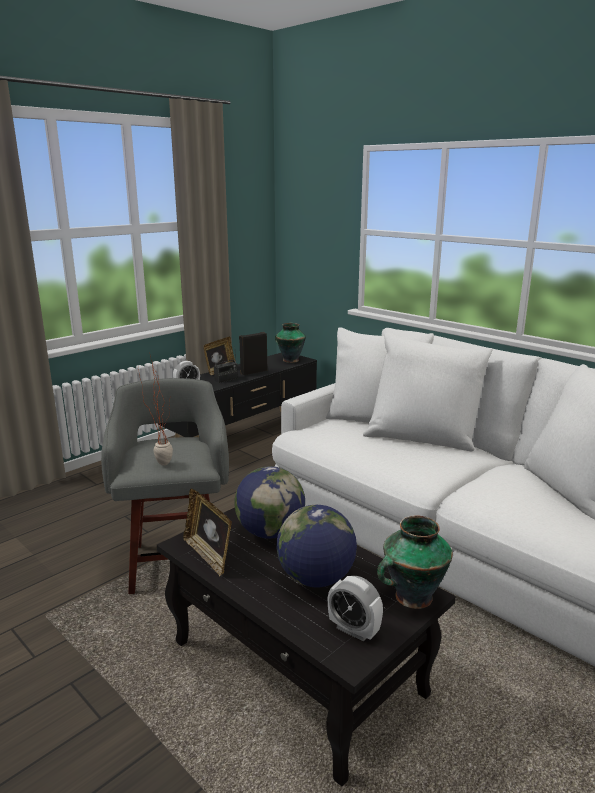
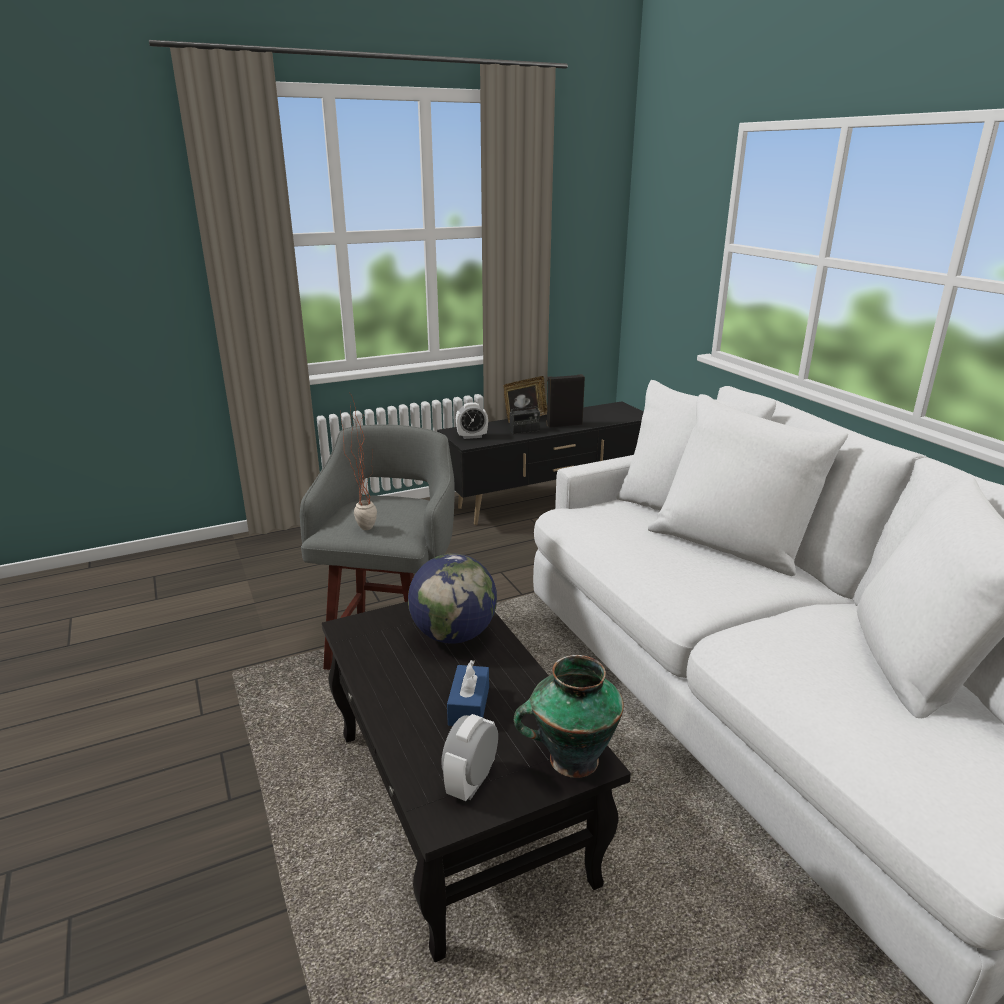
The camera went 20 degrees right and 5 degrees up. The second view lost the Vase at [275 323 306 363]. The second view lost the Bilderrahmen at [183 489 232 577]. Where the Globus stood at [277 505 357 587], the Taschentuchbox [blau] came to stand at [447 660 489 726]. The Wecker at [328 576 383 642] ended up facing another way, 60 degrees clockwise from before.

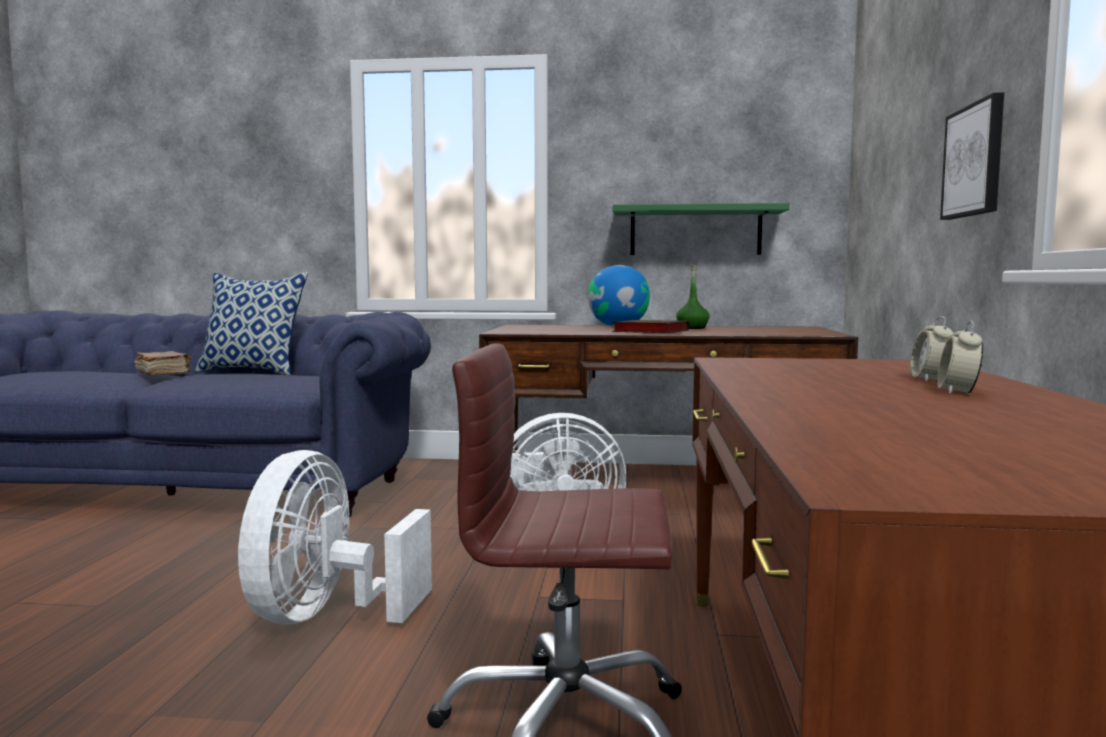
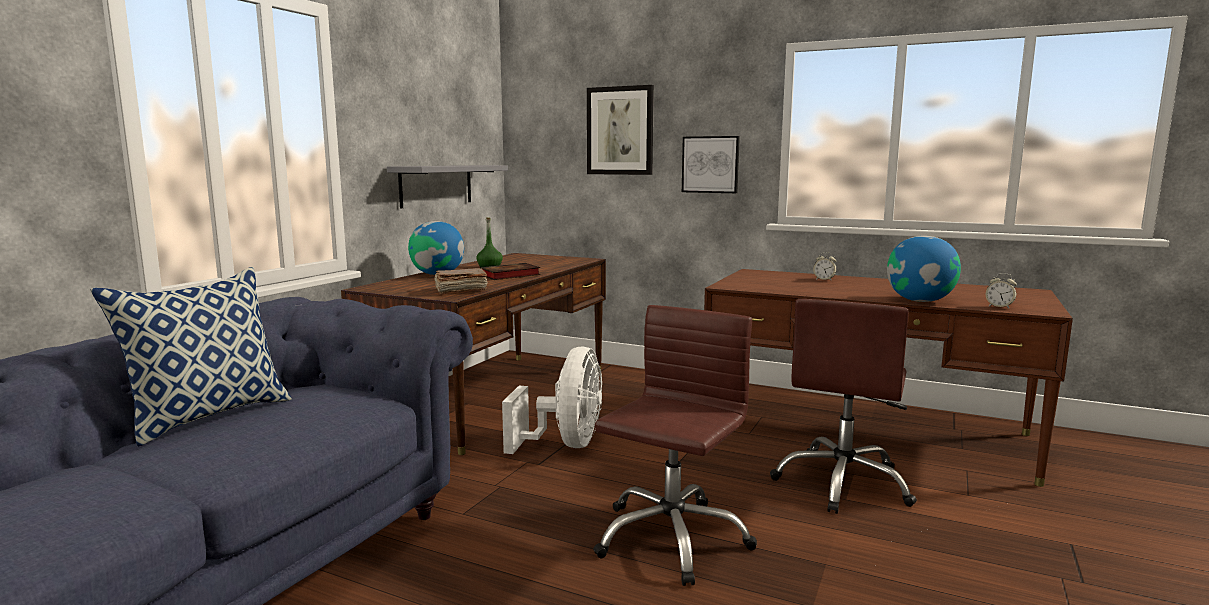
The camera went 70 degrees left and 5 degrees up. What was the Wandregal [grün] at [613 203 790 255] turned into the Wandregal [grau] at [387 165 508 209]. The Wecker ended up elsewhere, having gone from [937 321 983 394] to [986 273 1017 308]. The Buch [braun] ended up elsewhere, having gone from [134 351 192 375] to [434 268 488 294]. Where the Ventilator [weiß] stood at [238 450 432 624], the Bürostuhl [braun] came to stand at [593 305 757 586]. The second view gained the Bild at [587 85 654 175]. The second view gained the Globus at [887 236 961 302].

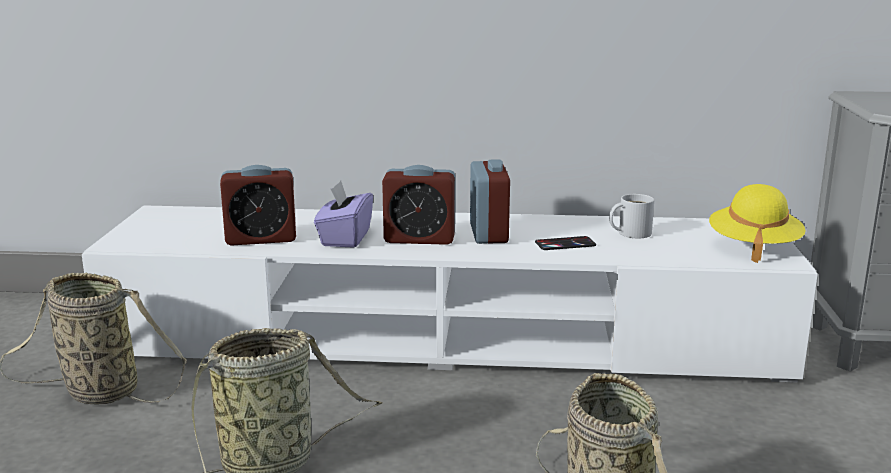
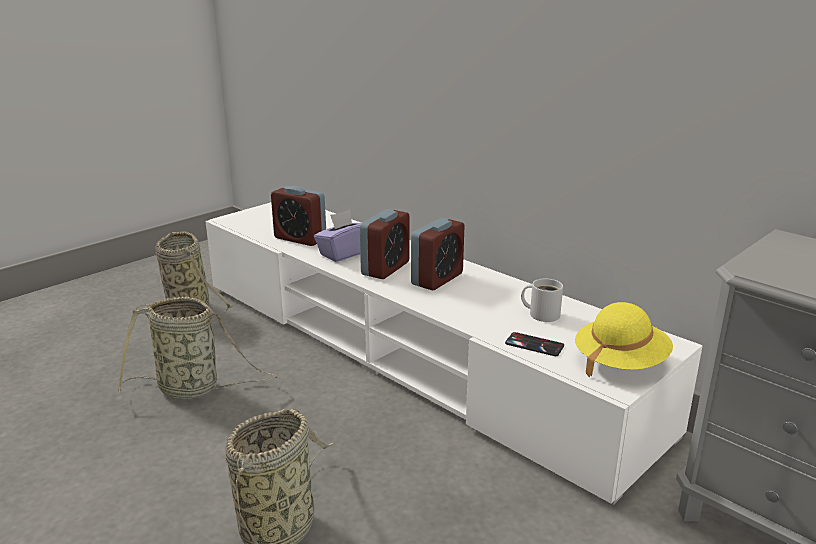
The camera went 40 degrees right and 5 degrees up. The Wecker at [382 165 455 245] ended up facing another way, 105 degrees counterclockwise from before. The Handy ended up elsewhere, having gone from [535 236 596 250] to [505 332 564 356].

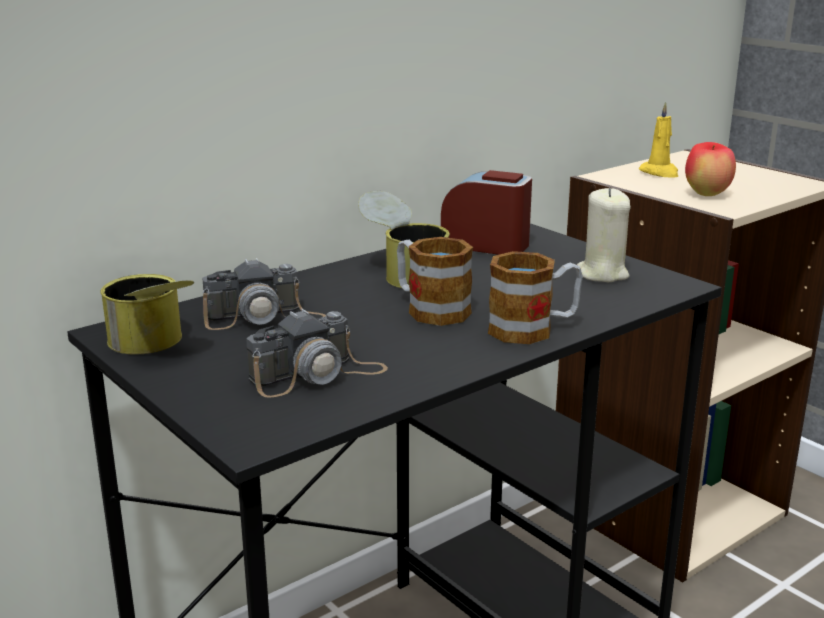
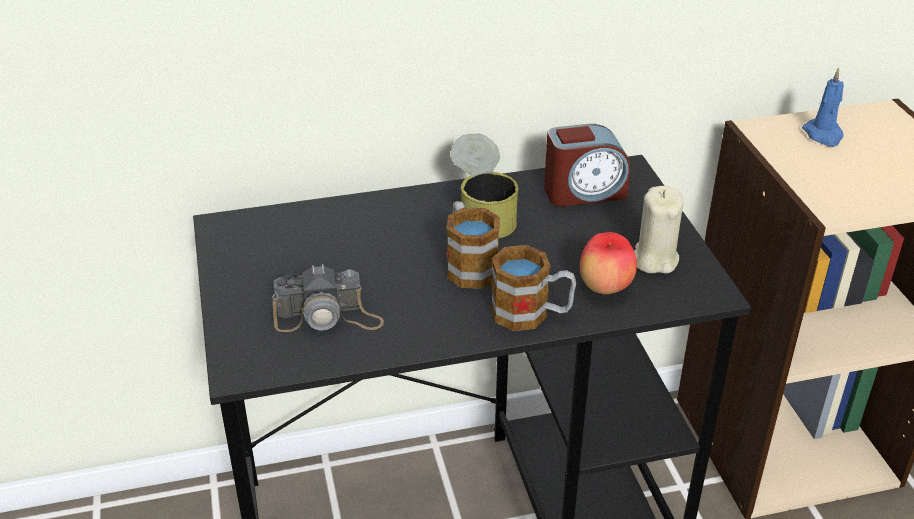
The camera went 25 degrees right and 15 degrees up. What was the Kerze [gelb] at [638 102 678 178] turned into the Kerze [blau] at [802 67 844 147]. The Apfel ended up elsewhere, having gone from [685 142 736 196] to [580 232 637 294]. The Wecker at [441 170 532 255] ended up facing another way, 120 degrees clockwise from before. The second view lost the Kamera at [202 258 326 330]. The second view lost the Dose at [100 274 194 354].

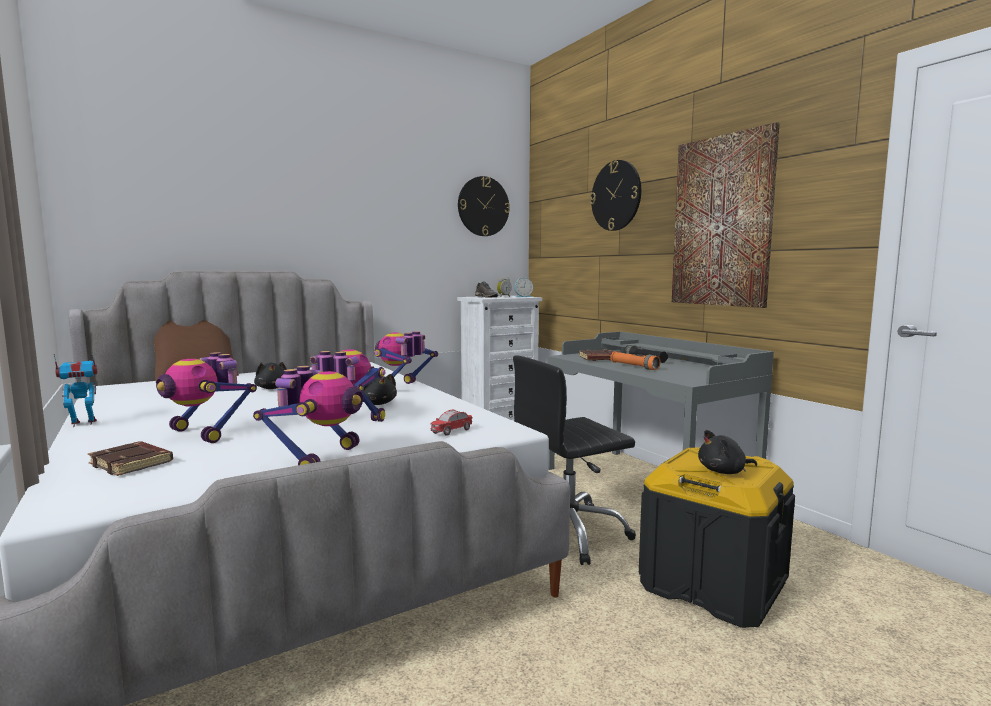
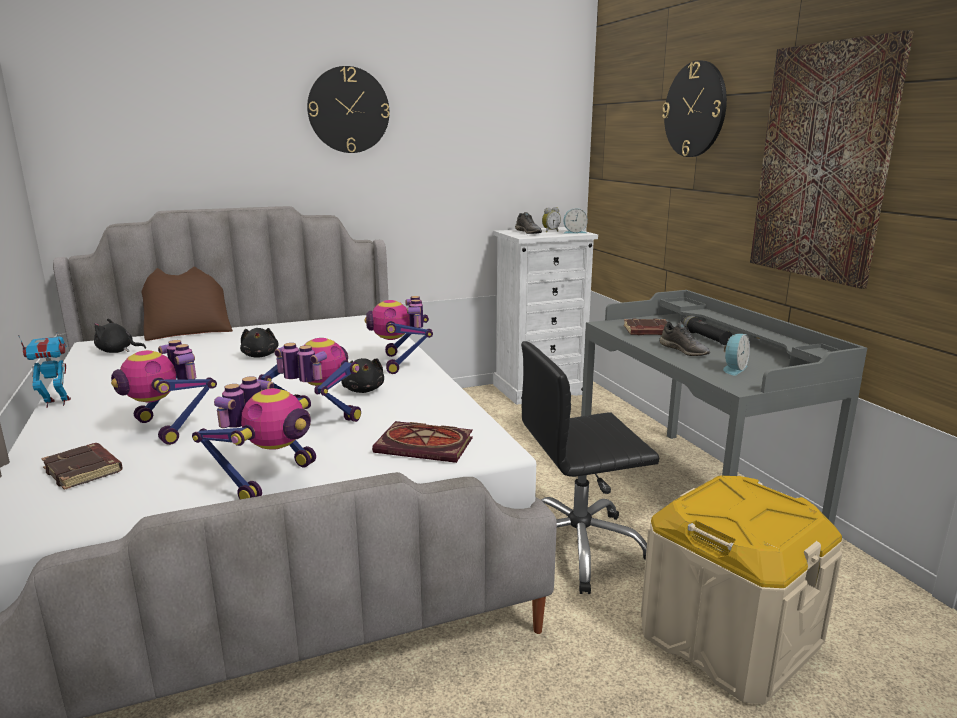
The camera went 10 degrees right and 10 degrees up. The Wanduhr ended up elsewhere, having gone from [458 176 510 236] to [307 66 390 153]. The Spielzeugroboter at [374 331 438 384] ended up facing another way, 45 degrees counterclockwise from before. Where the Taschenlampe [orange] stood at [610 351 661 370], the Schuh [grau] came to stand at [659 322 710 356]. Where the Spielzeugauto stood at [430 410 473 436], the Buch came to stand at [372 421 473 463]. The Plüschtier [schwarz] ended up elsewhere, having gone from [698 430 757 474] to [94 319 146 353]. What was the Aufbewahrungsbox [schwarz] at [639 447 795 628] turned into the Aufbewahrungsbox [beige] at [641 475 842 704]. The second view gained the Wecker at [723 334 750 375].

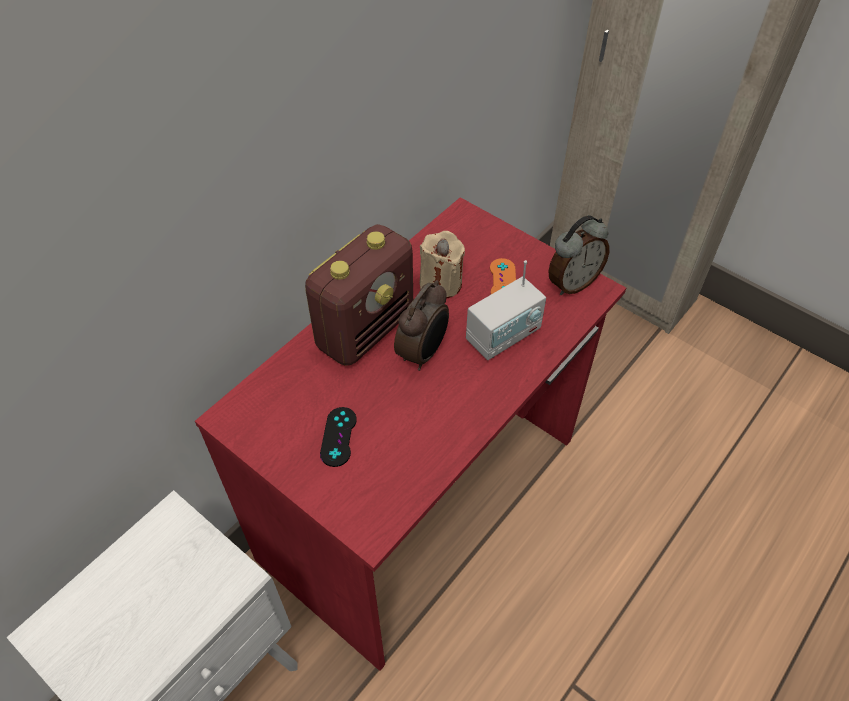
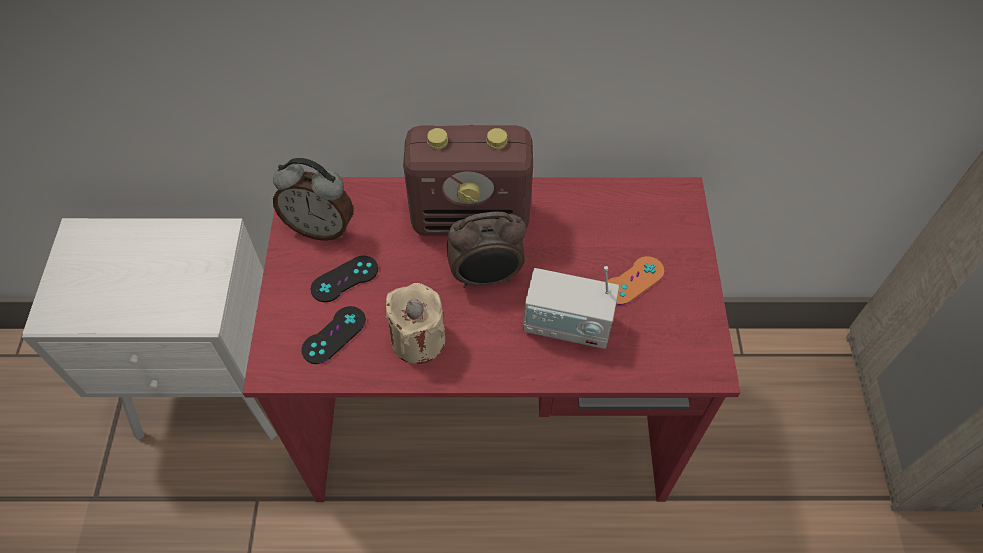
The camera went 50 degrees right and 5 degrees up. The Wecker ended up elsewhere, having gone from [548 215 609 296] to [273 158 353 241]. The Kerze [beige] ended up elsewhere, having gone from [419 231 465 299] to [386 283 445 364]. The second view gained the Gamepad [schwarz] at [301 306 366 364].

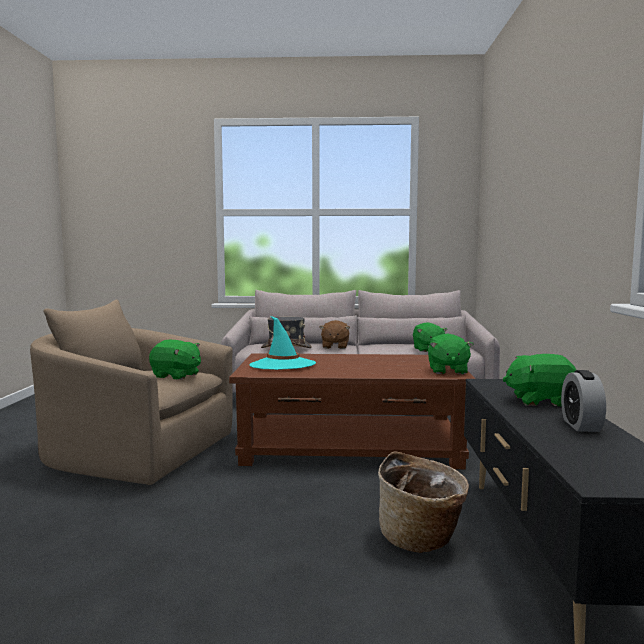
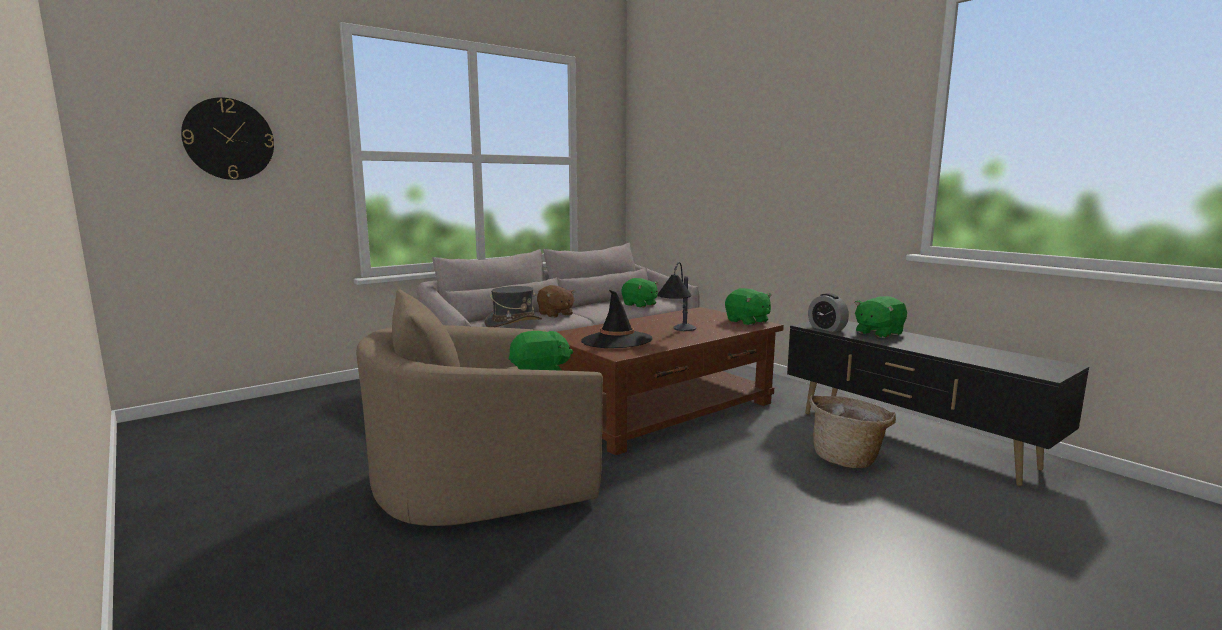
The camera went 40 degrees left and 5 degrees up. What was the Hut [türkis] at [249 316 316 370] turned into the Hut [schwarz] at [581 290 653 348]. The Wecker ended up elsewhere, having gone from [561 370 606 432] to [808 293 849 332]. The second view gained the Wanduhr at [181 97 274 180]. The second view gained the Tischlampe at [657 262 696 331].

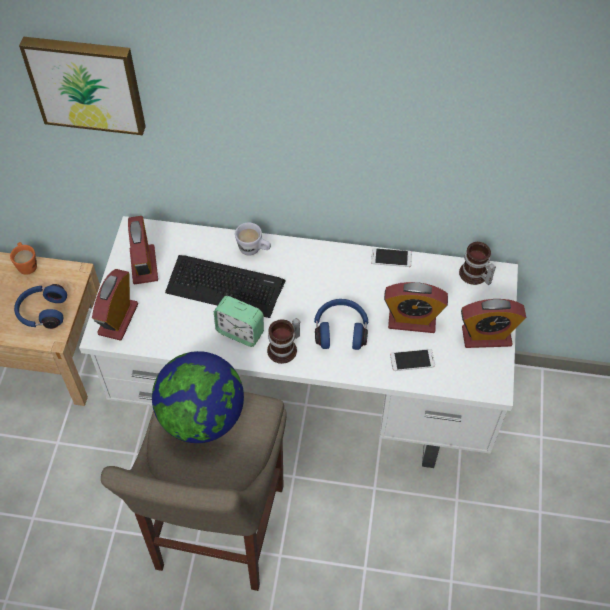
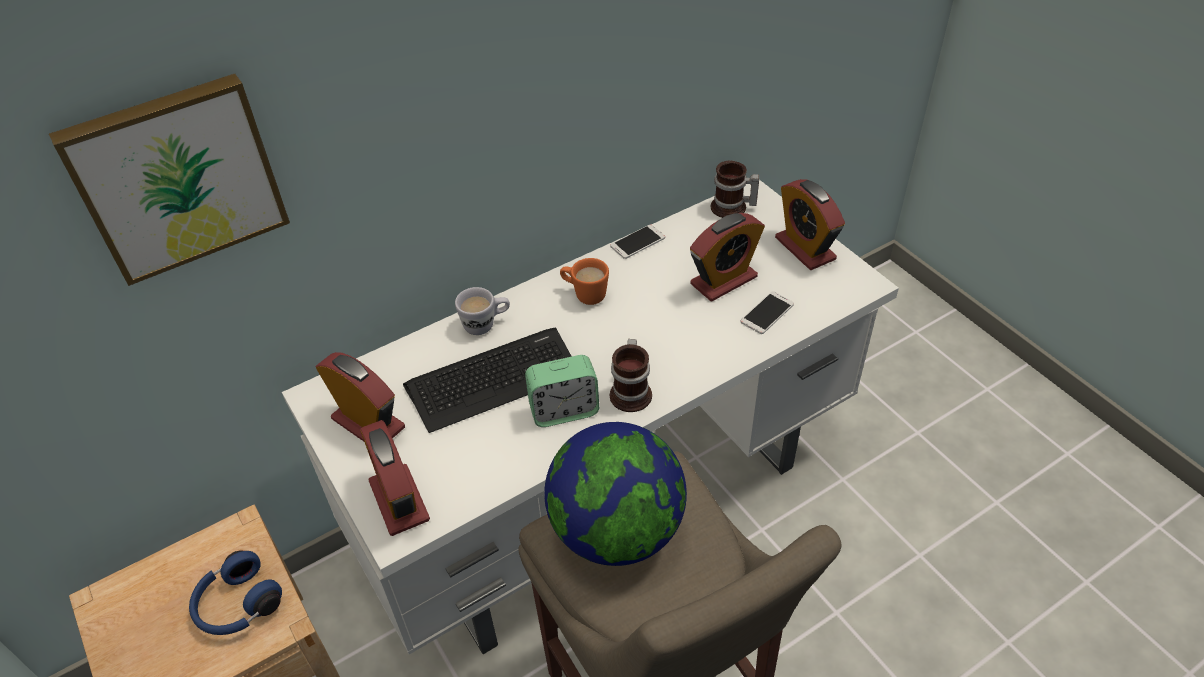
The camera went 40 degrees left and 10 degrees down. The Henkelbecher [orange] ended up elsewhere, having gone from [10 242 37 275] to [560 258 609 305]. The second view lost the Kopfhörer [blau] at [314 299 369 350]. The Wecker at [461 299 526 348] ended up facing another way, 105 degrees clockwise from before.

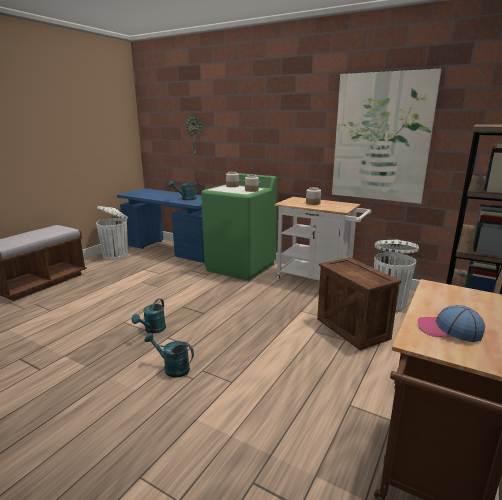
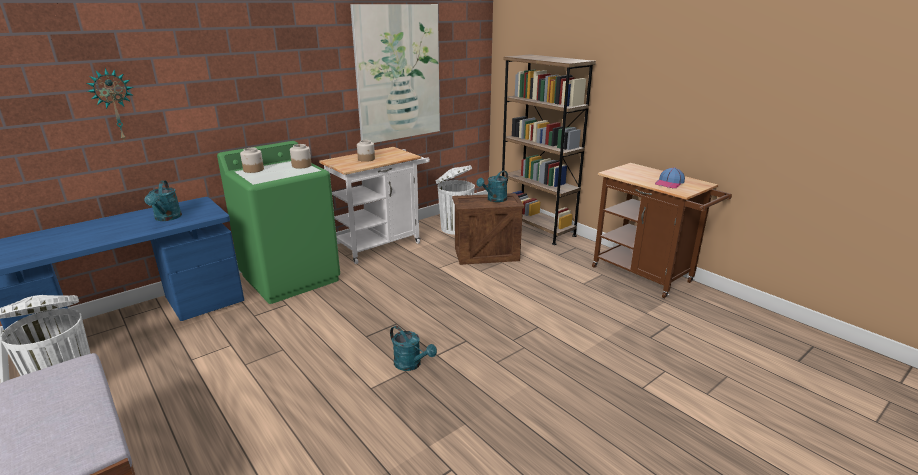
The camera went 70 degrees left and 5 degrees up. The Gießkanne [türkis] ended up elsewhere, having gone from [145 333 194 378] to [477 171 508 202].

